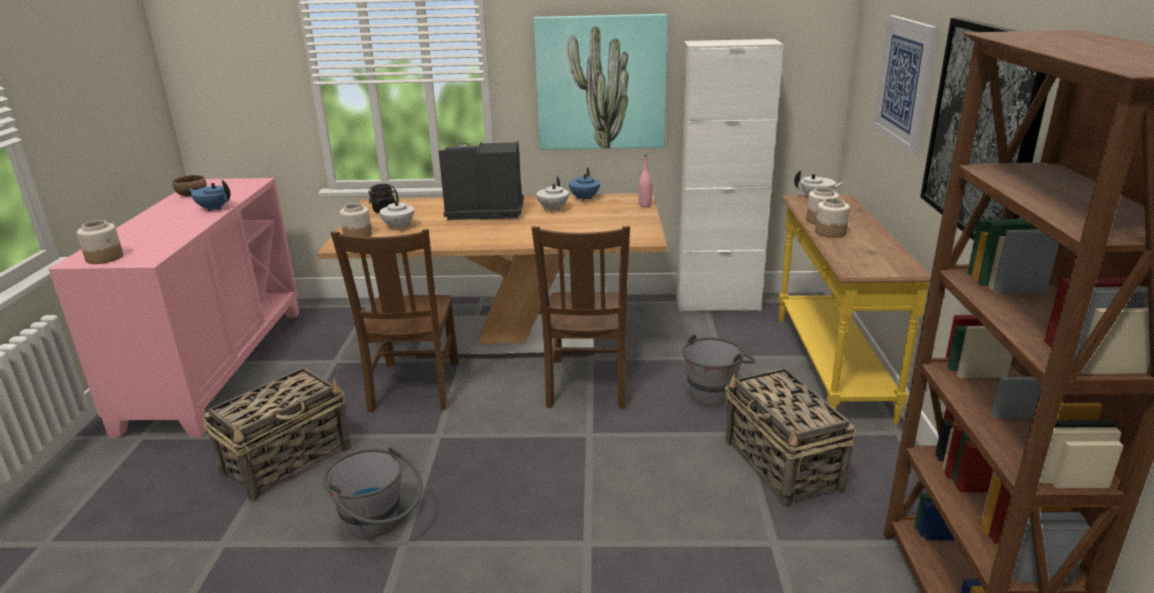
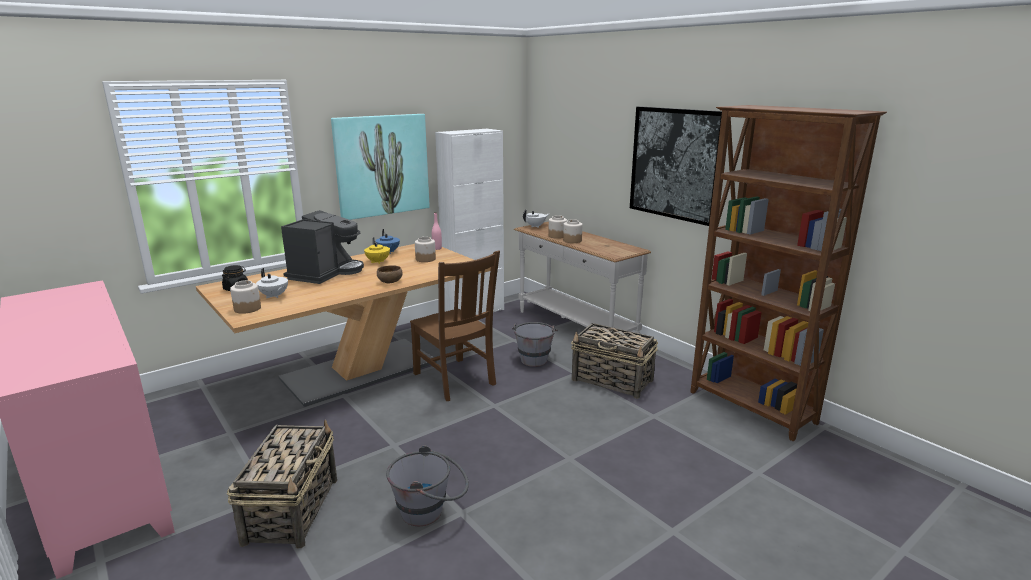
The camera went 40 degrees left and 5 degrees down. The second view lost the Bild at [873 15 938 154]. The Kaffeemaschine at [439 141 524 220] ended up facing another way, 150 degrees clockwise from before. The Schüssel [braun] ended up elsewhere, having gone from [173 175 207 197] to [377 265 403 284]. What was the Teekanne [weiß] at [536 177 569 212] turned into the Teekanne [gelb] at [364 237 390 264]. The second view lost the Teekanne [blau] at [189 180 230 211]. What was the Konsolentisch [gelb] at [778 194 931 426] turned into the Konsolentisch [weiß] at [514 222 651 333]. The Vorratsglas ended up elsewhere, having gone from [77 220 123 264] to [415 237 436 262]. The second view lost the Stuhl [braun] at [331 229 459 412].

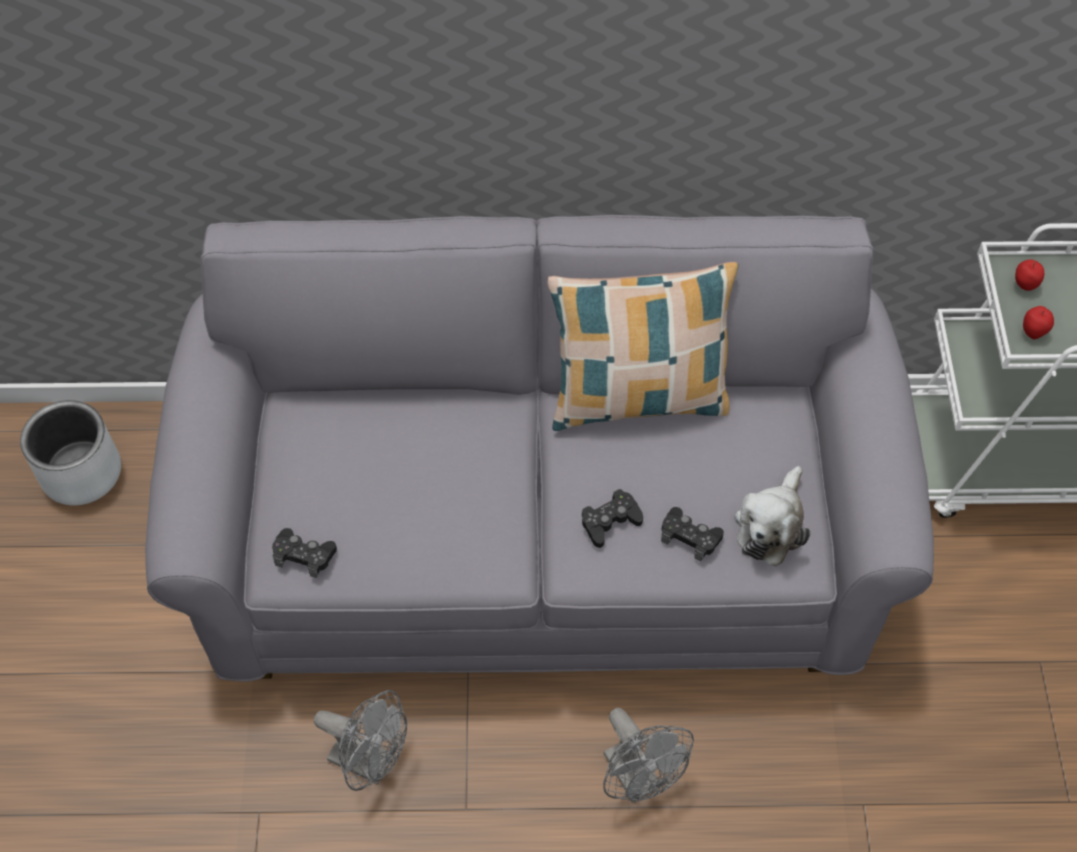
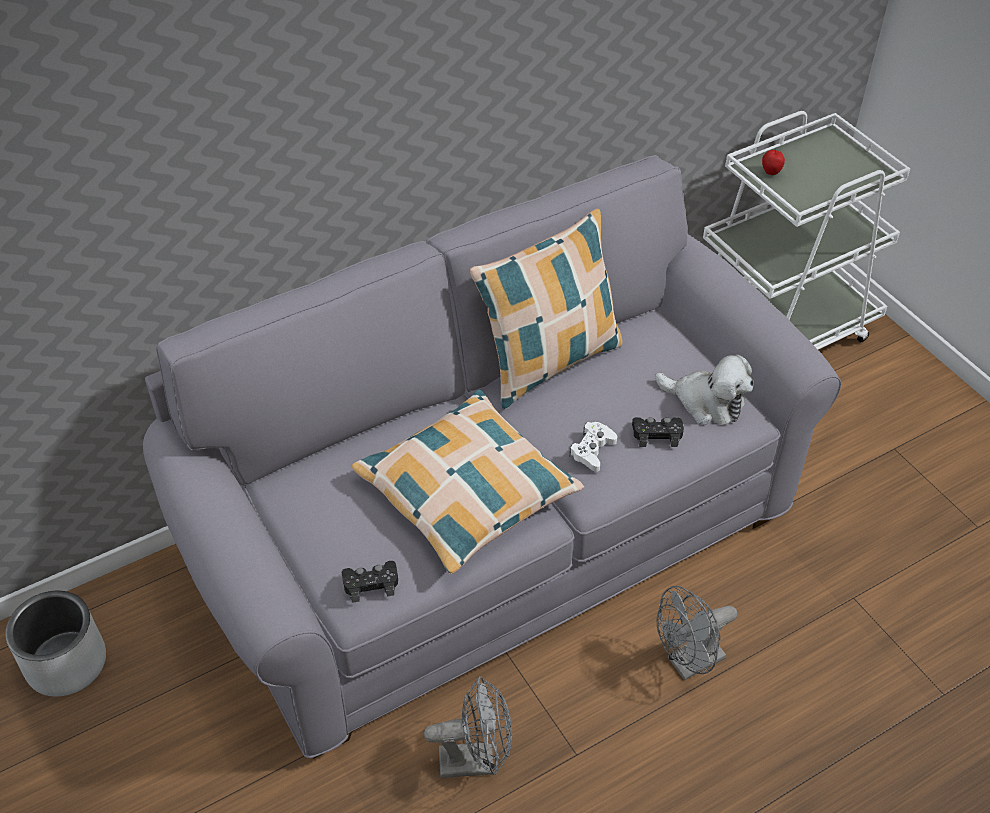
The camera went 30 degrees left and 10 degrees down. The second view lost the Apfel at [1023 306 1054 340]. The Plüschtier at [734 466 810 567] ended up facing another way, 60 degrees counterclockwise from before. What was the Gamepad [schwarz] at [582 489 643 548] turned into the Gamepad [weiß] at [569 422 617 472]. The Ventilator [grau] at [603 708 694 803] ended up facing another way, 120 degrees clockwise from before. The second view gained the Kissen at [352 390 584 574].

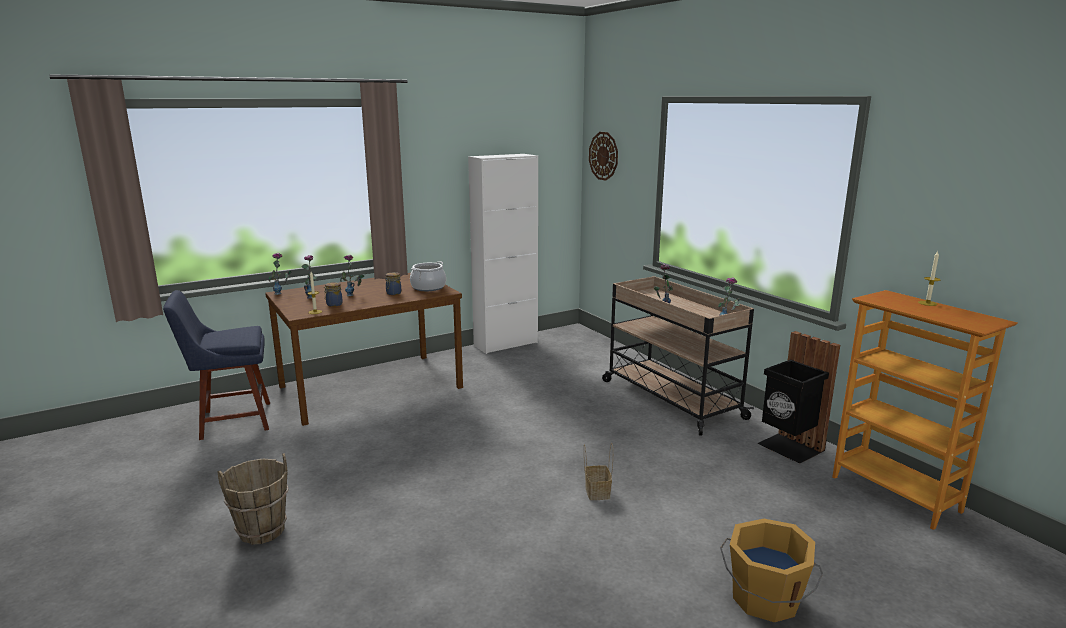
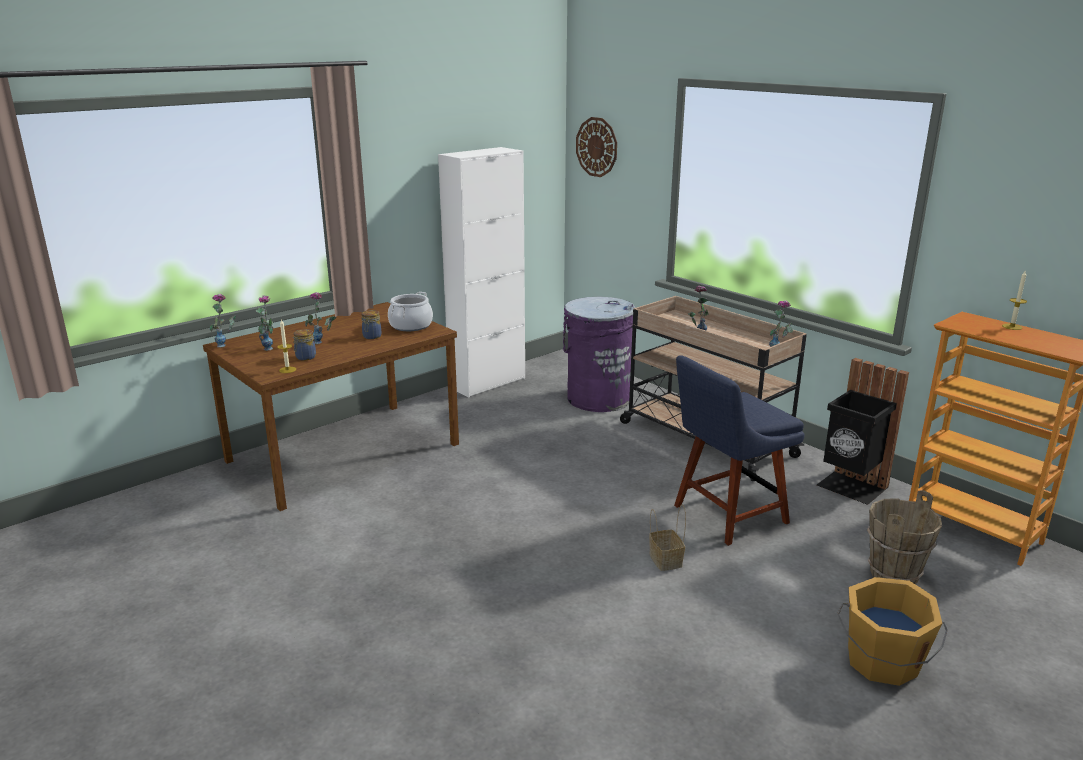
The camera went 10 degrees left and 5 degrees up. The Stuhl [blau] ended up elsewhere, having gone from [163 290 270 440] to [674 355 805 546]. The Eimer [braun] ended up elsewhere, having gone from [217 453 289 545] to [867 490 942 584]. The second view gained the Mülleimer [lila] at [563 297 636 412].

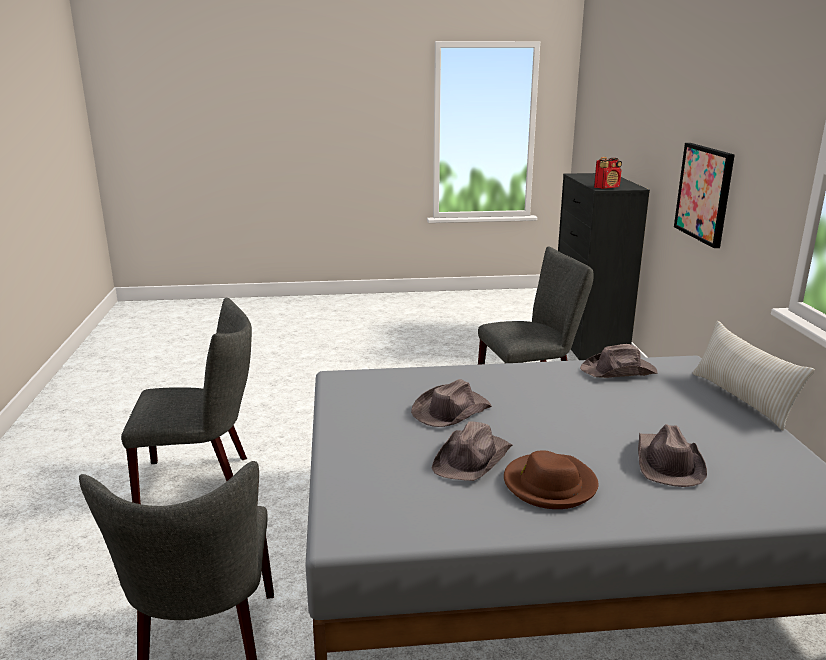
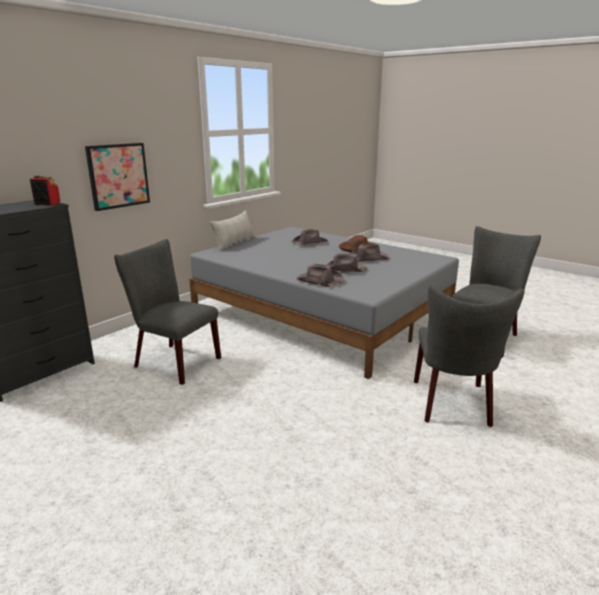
The camera went 135 degrees left and 0 degrees up. The Stuhl [grau] at [121 298 252 504] ended up facing another way, 120 degrees counterclockwise from before. The Hut [braun] ended up elsewhere, having gone from [580 344 658 378] to [297 264 344 287].

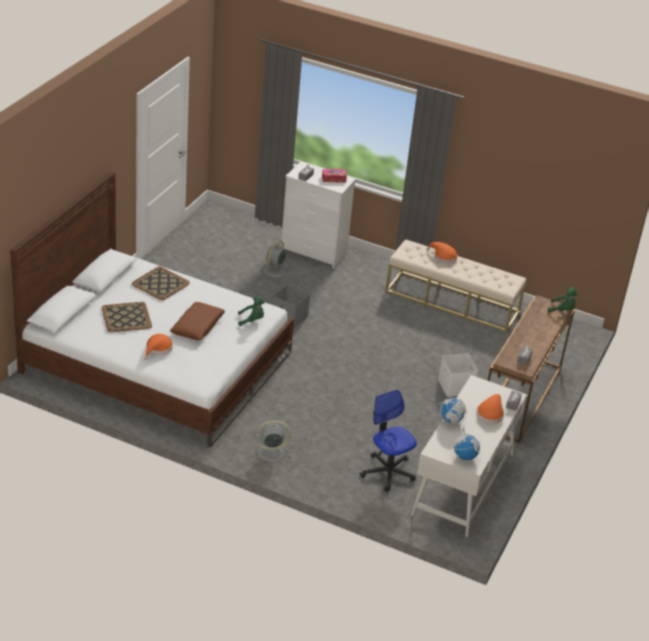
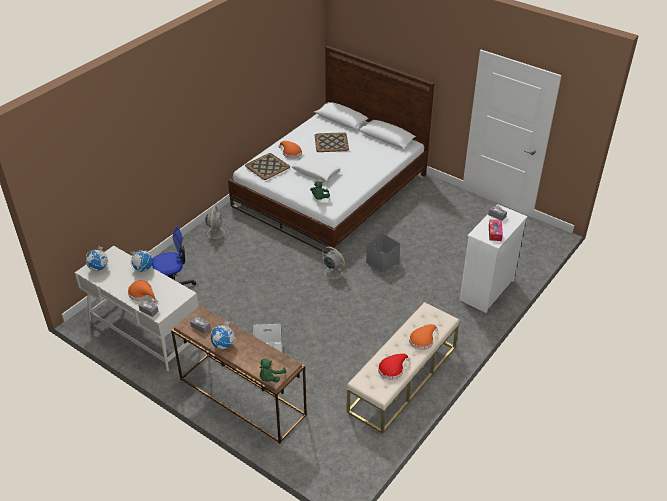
The camera went 105 degrees right and 5 degrees up. The Ventilator [grau] ended up elsewhere, having gone from [259 240 288 281] to [318 247 348 282]. The Tablett ended up elsewhere, having gone from [132 266 190 300] to [245 153 290 180]. What was the Kissen [braun] at [170 302 225 341] turned into the Kissen [weiß] at [292 155 341 181]. The second view gained the Globus at [211 321 235 349]. The second view gained the Hut [rot] at [378 353 410 379].

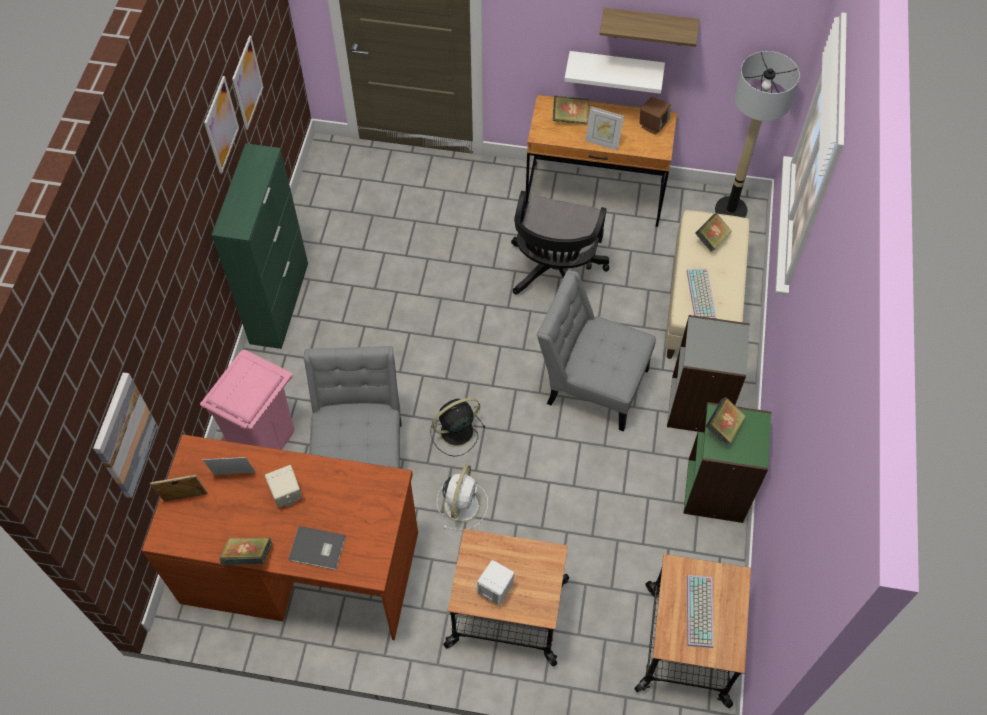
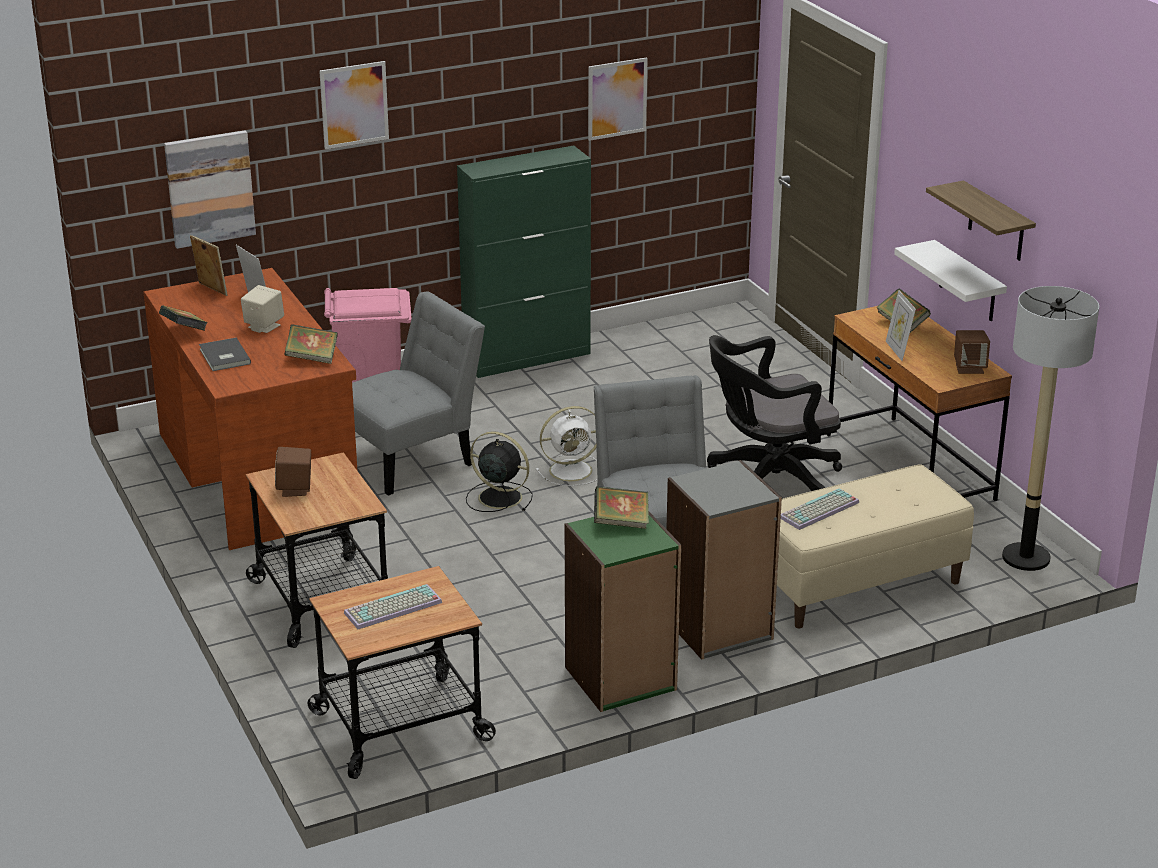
The camera went 55 degrees right and 30 degrees down. The Bild ended up elsewhere, having gone from [204 76 239 174] to [319 61 389 149]. The Buch ended up elsewhere, having gone from [695 213 732 252] to [285 324 338 364]. The Ventilator [weiß] ended up elsewhere, having gone from [437 464 488 530] to [536 406 597 486]. What was the Lautsprecher [weiß] at [477 560 514 605] turned into the Lautsprecher [braun] at [275 447 311 497].

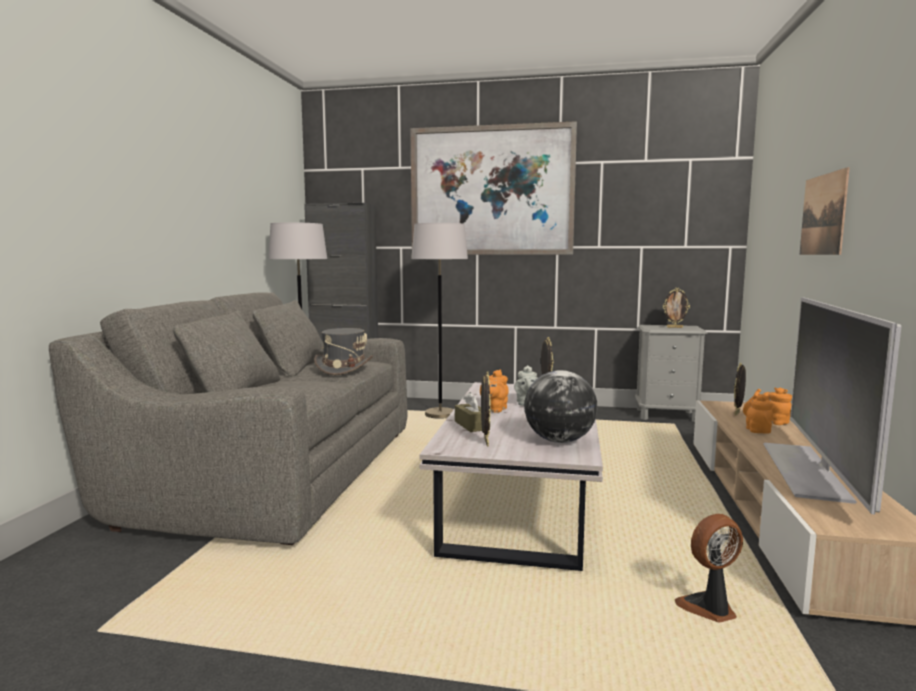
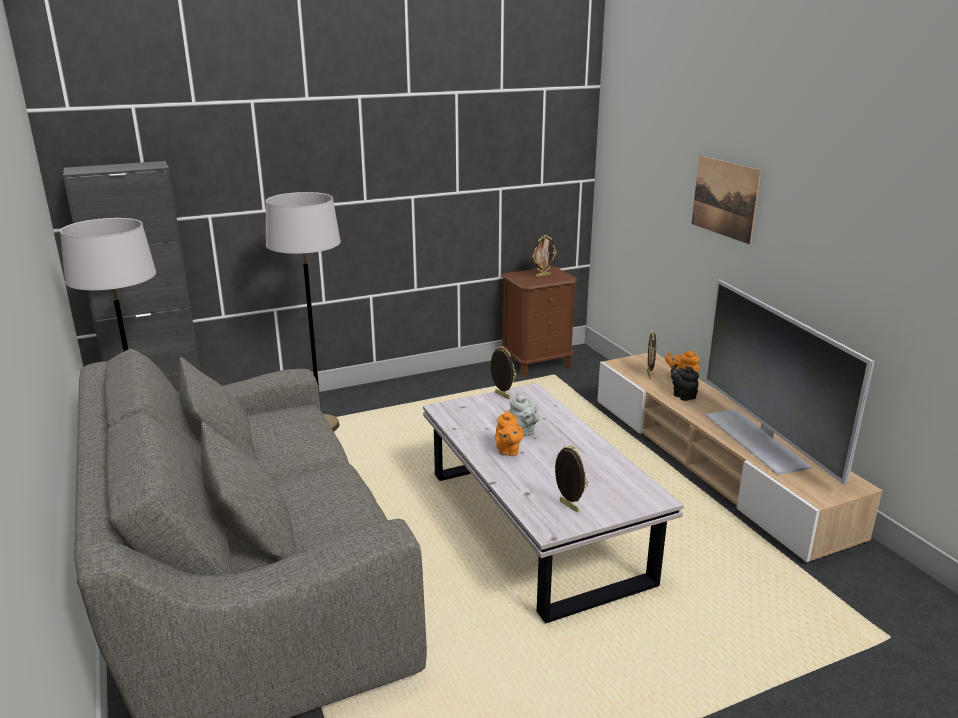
The camera went 35 degrees left and 15 degrees up. The second view lost the Bild at [410 121 577 255]. What was the Nachttisch [grau] at [635 325 707 422] turned into the Nachttisch [braun] at [501 266 578 376]. The second view lost the Hut [grau] at [314 328 373 375]. The second view lost the Globus at [524 370 598 443]. The second view lost the Taschentuchbox [braun] at [455 392 490 432]. What was the Teekanne [orange] at [743 394 773 434] turned into the Teekanne [schwarz] at [671 364 699 401]. The second view lost the Ventilator at [675 514 743 623].

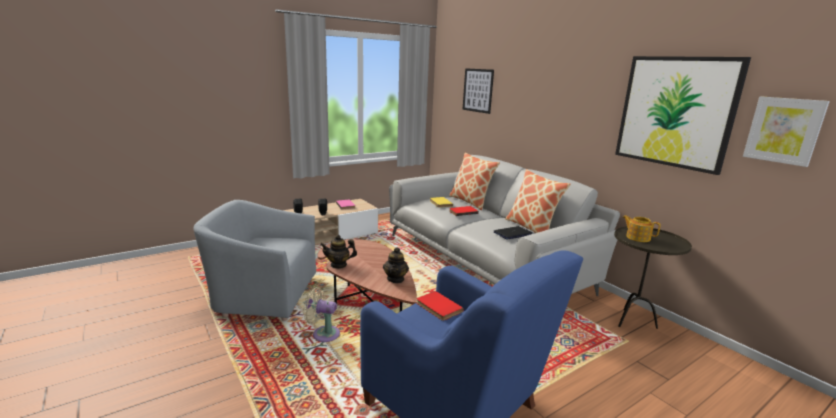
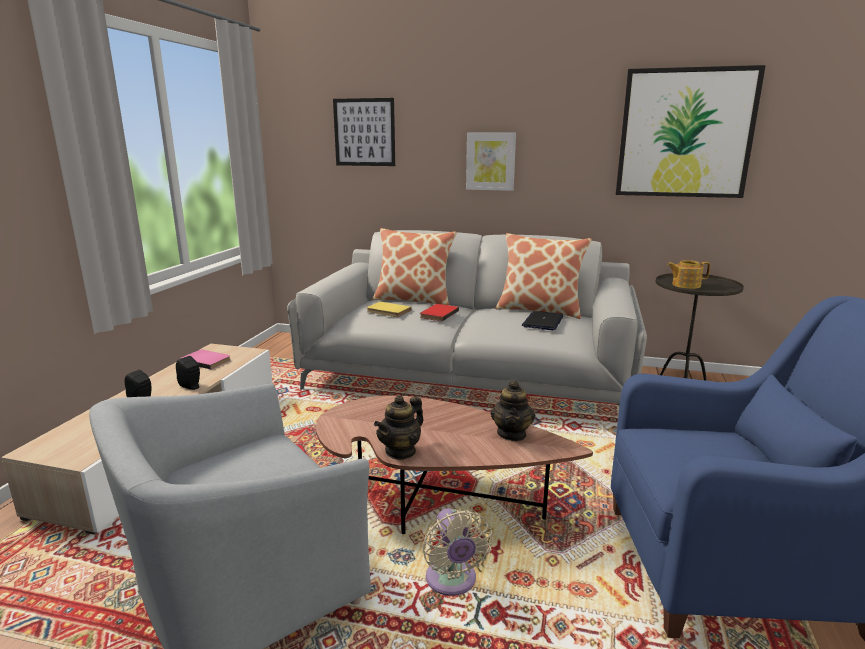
The camera went 40 degrees left and 0 degrees up. The Bild ended up elsewhere, having gone from [743 97 830 167] to [466 132 516 191]. The Teekanne at [383 247 409 283] ended up facing another way, 45 degrees clockwise from before. The Ventilator [beige] at [303 287 340 342] ended up facing another way, 75 degrees counterclockwise from before. The second view lost the Buch [rot] at [417 291 463 321].

